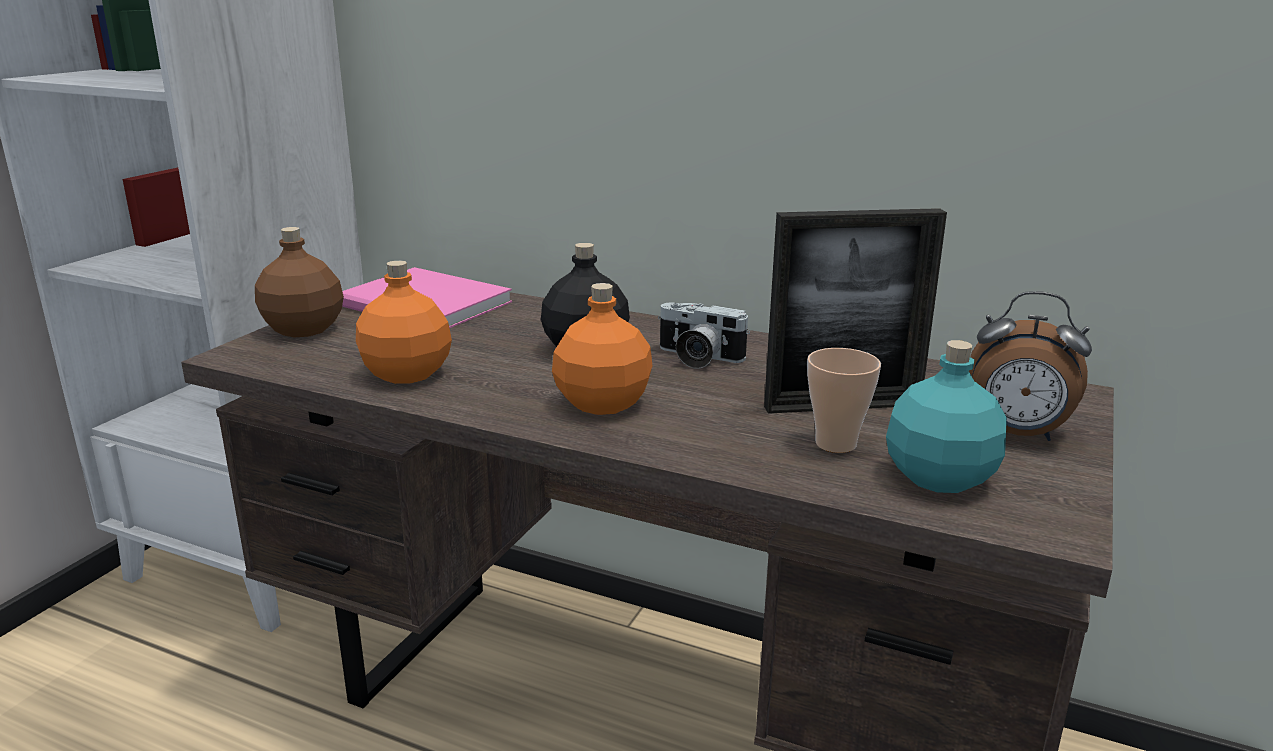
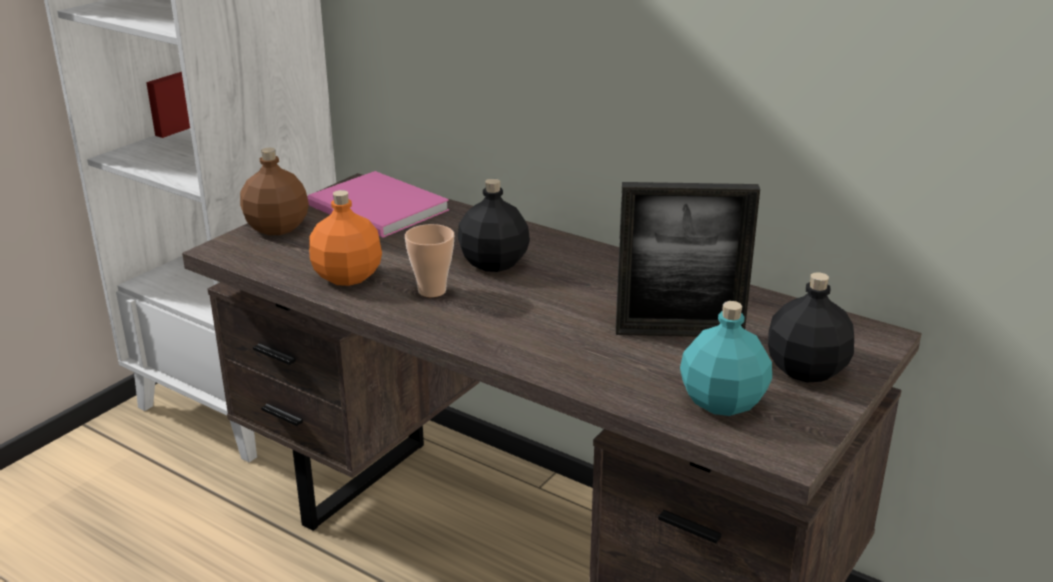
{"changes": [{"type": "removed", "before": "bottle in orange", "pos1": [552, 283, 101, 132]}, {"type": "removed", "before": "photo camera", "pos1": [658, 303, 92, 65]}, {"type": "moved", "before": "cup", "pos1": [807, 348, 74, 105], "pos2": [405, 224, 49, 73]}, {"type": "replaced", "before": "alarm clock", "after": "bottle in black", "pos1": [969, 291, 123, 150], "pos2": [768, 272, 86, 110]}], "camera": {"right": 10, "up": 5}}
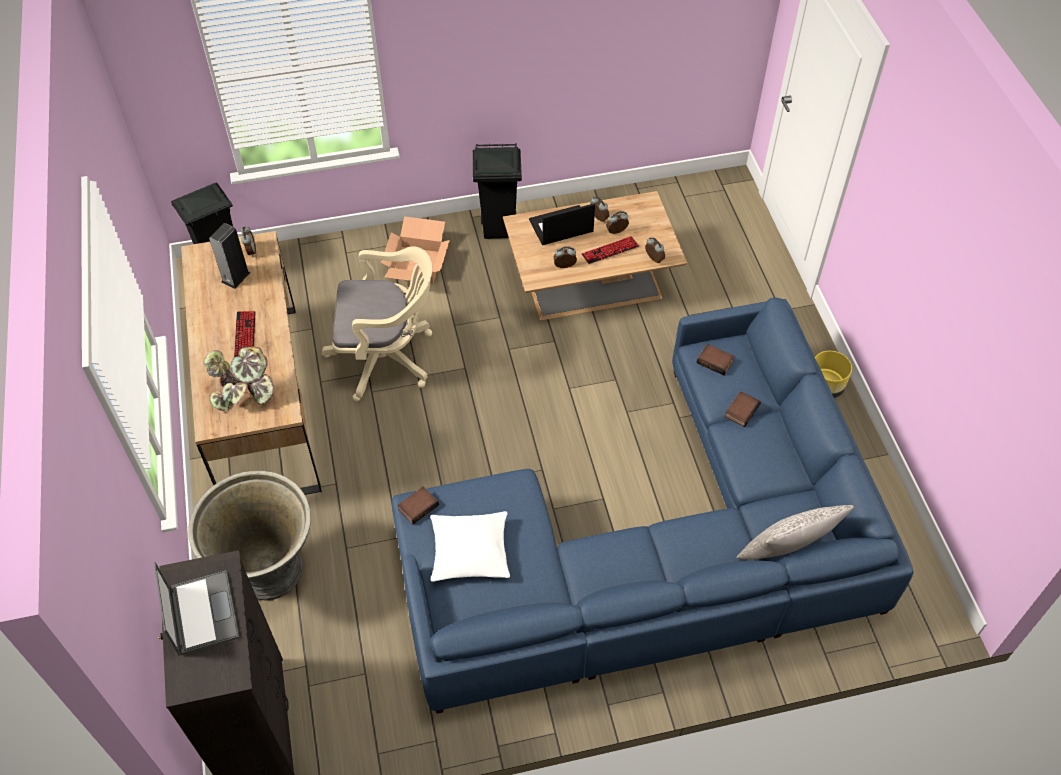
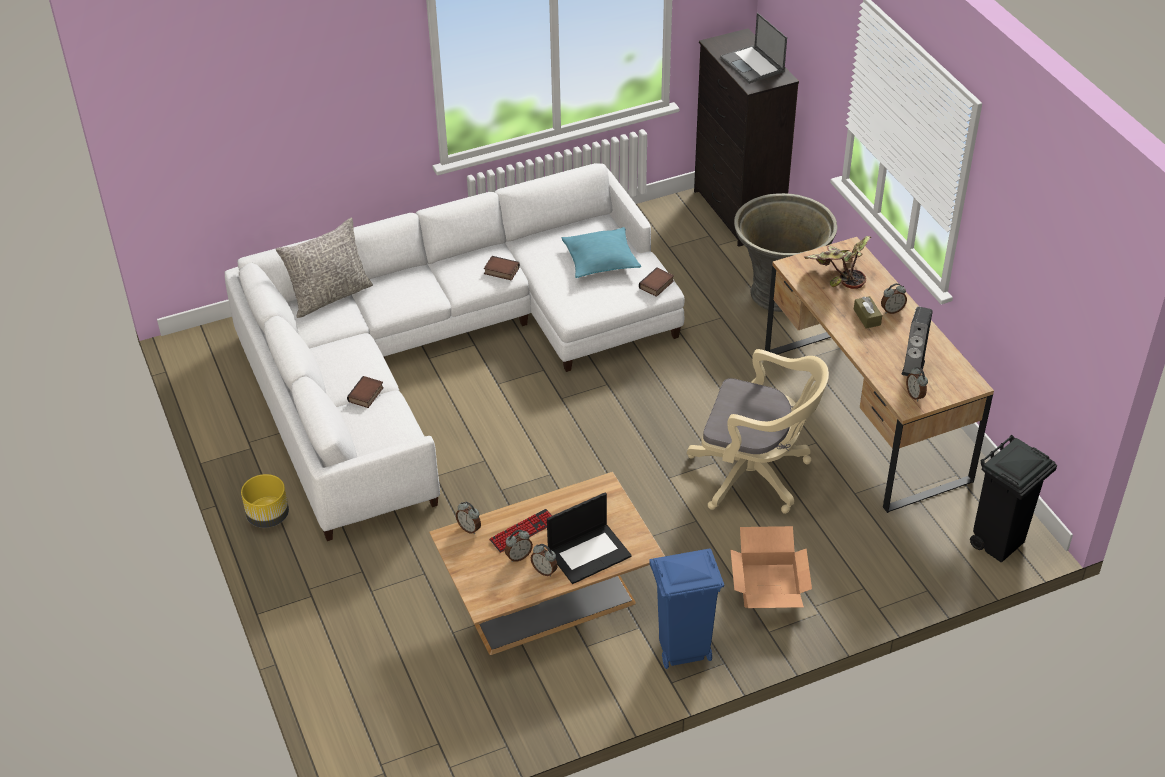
{"changes": [{"type": "replaced", "before": "keyboard", "after": "tissue box in brown", "pos1": [234, 311, 21, 46], "pos2": [854, 296, 28, 33]}, {"type": "turned", "before": "office chair in beige", "pos1": [322, 246, 110, 155], "pos2": [687, 349, 142, 165], "turn": -150}, {"type": "recoloured", "before": "sofa in blue", "after": "sofa in white", "pos1": [392, 298, 522, 416], "pos2": [225, 163, 460, 378]}, {"type": "recoloured", "before": "pillow in white", "after": "pillow in turquoise", "pos1": [430, 511, 80, 71], "pos2": [562, 227, 79, 51]}, {"type": "recoloured", "before": "trash can in black", "after": "trash can in blue", "pos1": [473, 144, 49, 95], "pos2": [649, 548, 75, 121]}, {"type": "moved", "before": "alarm clock", "pos1": [553, 246, 24, 22], "pos2": [881, 283, 26, 31]}, {"type": "moved", "before": "book", "pos1": [697, 344, 38, 32], "pos2": [484, 256, 36, 24]}], "camera": {"right": 170, "up": -10}}
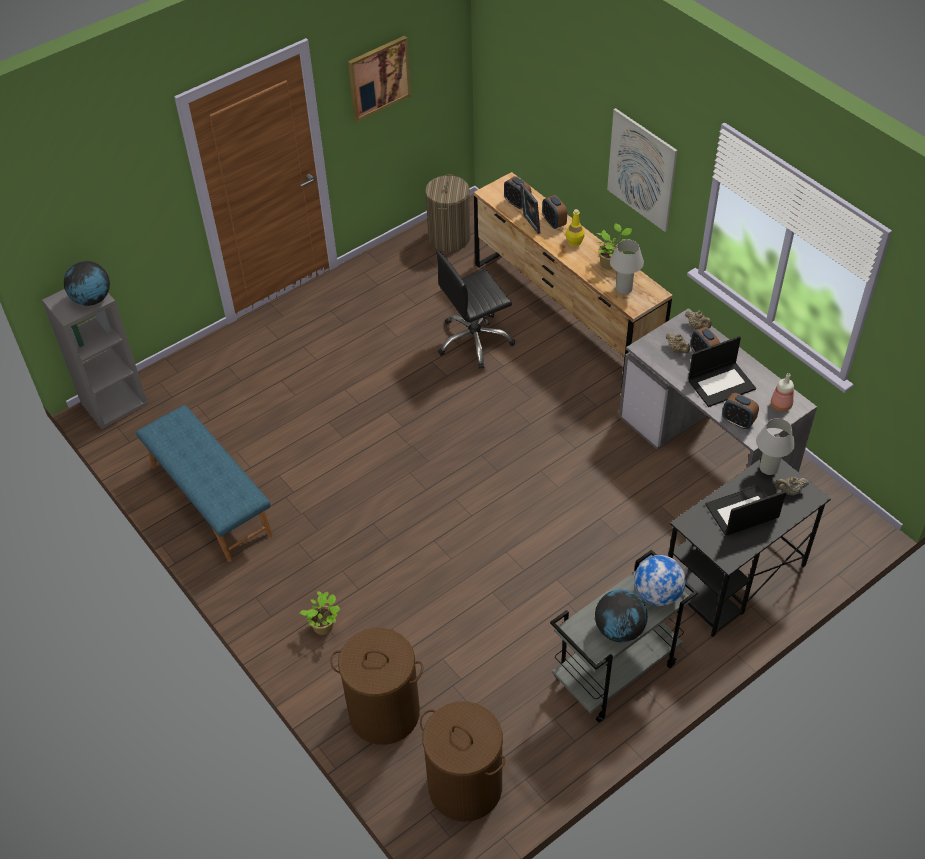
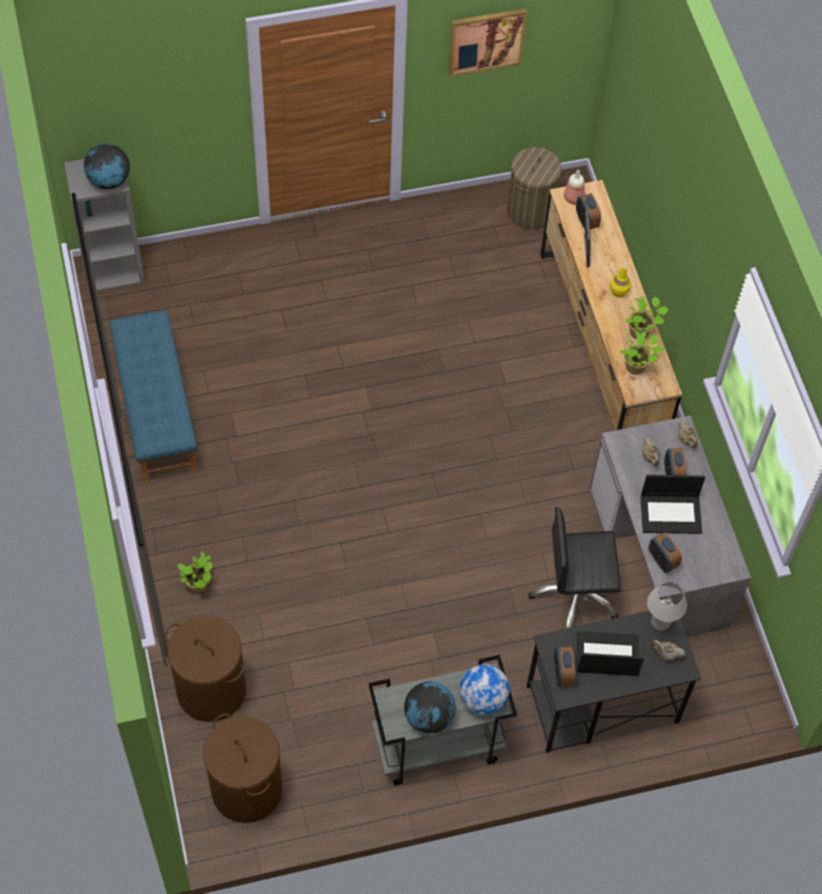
{"changes": [{"type": "moved", "before": "office chair in black", "pos1": [436, 251, 79, 118], "pos2": [528, 507, 93, 122]}, {"type": "moved", "before": "alarm clock", "pos1": [542, 195, 25, 34], "pos2": [554, 646, 22, 40]}, {"type": "removed", "before": "picture", "pos1": [607, 108, 70, 124]}, {"type": "replaced", "before": "table lamp in white", "after": "potted plant", "pos1": [610, 240, 34, 54], "pos2": [619, 331, 45, 44]}, {"type": "moved", "before": "bottle", "pos1": [771, 373, 23, 38], "pos2": [564, 169, 21, 35]}], "camera": {"right": 20, "up": 10}}
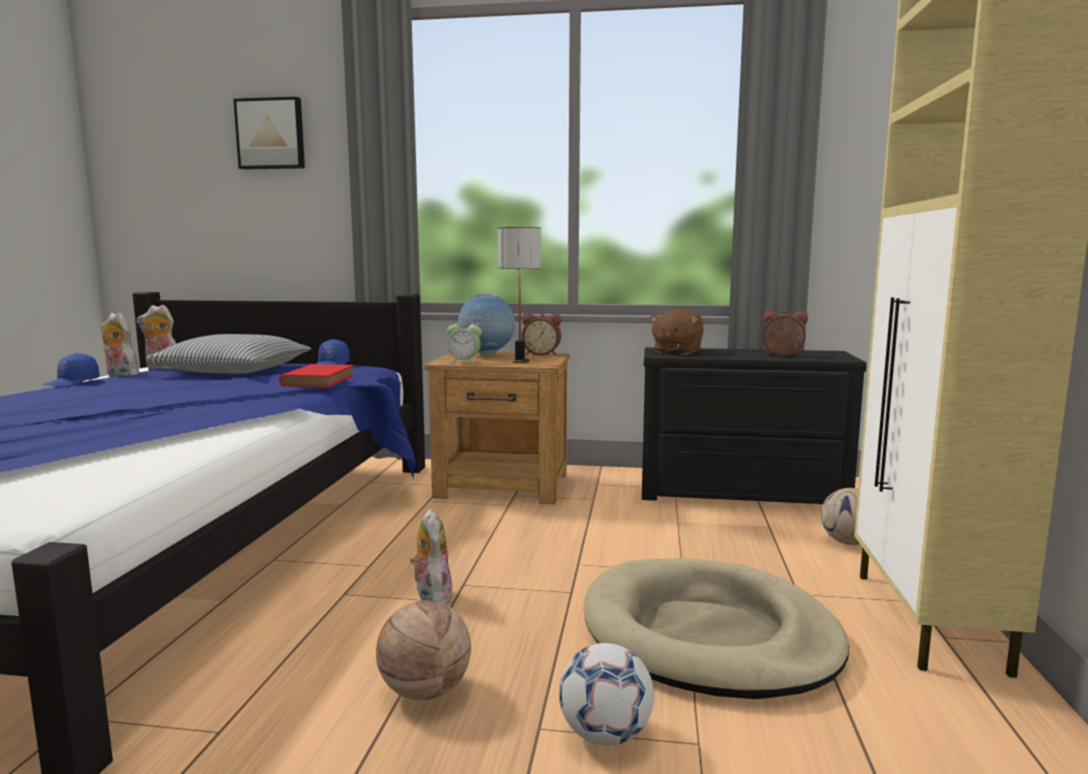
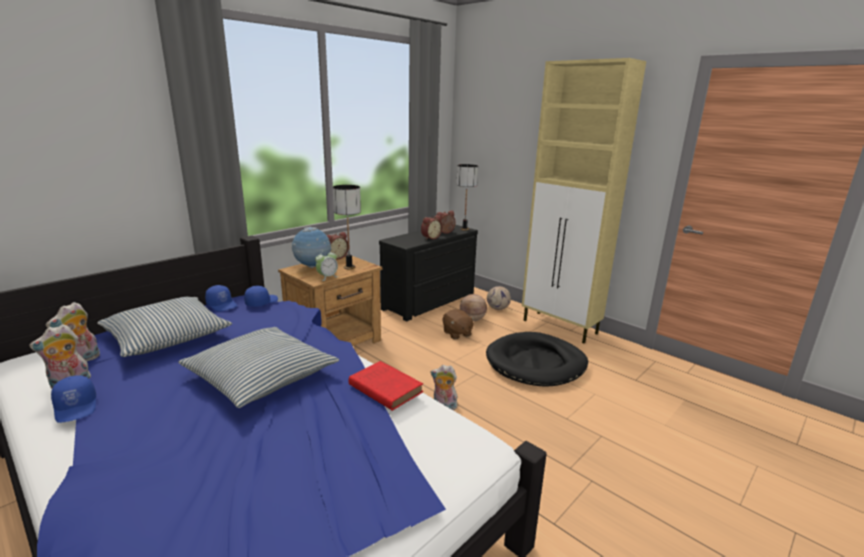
{"changes": [{"type": "removed", "before": "picture", "pos1": [233, 97, 72, 73]}, {"type": "moved", "before": "book in red", "pos1": [280, 364, 74, 24], "pos2": [349, 361, 74, 50]}, {"type": "moved", "before": "basketball", "pos1": [376, 600, 95, 100], "pos2": [460, 294, 27, 27]}, {"type": "removed", "before": "football", "pos1": [559, 643, 95, 103]}, {"type": "recoloured", "before": "dog bed in beige", "after": "dog bed in black", "pos1": [584, 558, 265, 141], "pos2": [486, 332, 102, 55]}, {"type": "moved", "before": "plush toy in brown", "pos1": [650, 309, 54, 46], "pos2": [443, 309, 32, 31]}, {"type": "added", "after": "pillow", "pos2": [178, 327, 161, 81]}, {"type": "added", "after": "cap in blue", "pos2": [244, 286, 34, 21]}, {"type": "added", "after": "alarm clock", "pos2": [421, 215, 21, 25]}, {"type": "added", "after": "table lamp", "pos2": [457, 164, 21, 67]}], "camera": {"right": -55, "up": 10}}
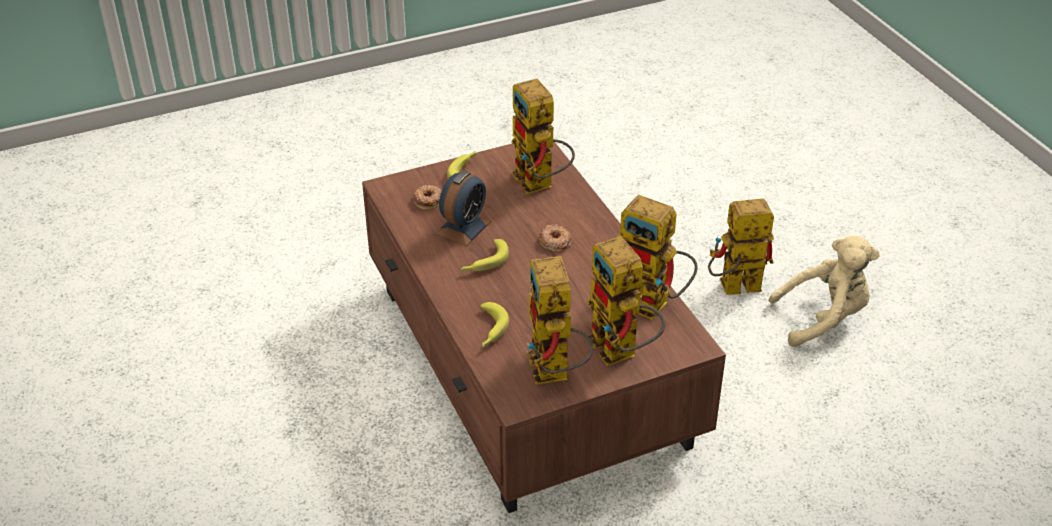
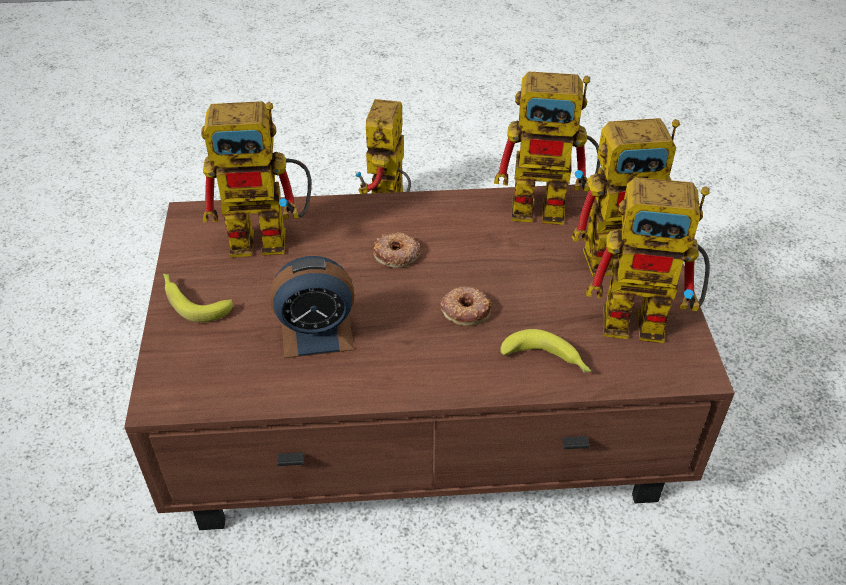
{"changes": [{"type": "moved", "before": "donut", "pos1": [413, 185, 29, 25], "pos2": [440, 286, 51, 40]}, {"type": "turned", "before": "alarm clock", "pos1": [436, 170, 55, 76], "pos2": [270, 256, 84, 102], "turn": 120}, {"type": "removed", "before": "banana", "pos1": [461, 239, 48, 32]}, {"type": "turned", "before": "toy robot", "pos1": [617, 195, 81, 125], "pos2": [494, 72, 106, 153], "turn": 45}, {"type": "removed", "before": "plush toy in beige", "pos1": [768, 236, 111, 111]}], "camera": {"right": -70, "up": 5}}
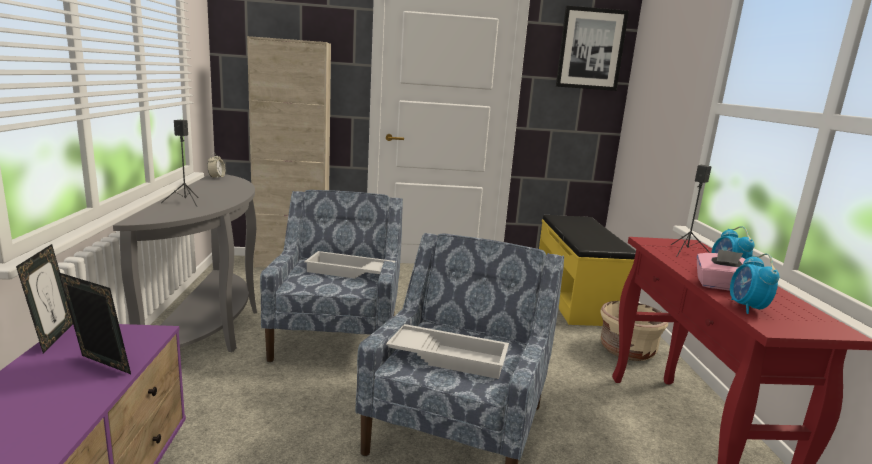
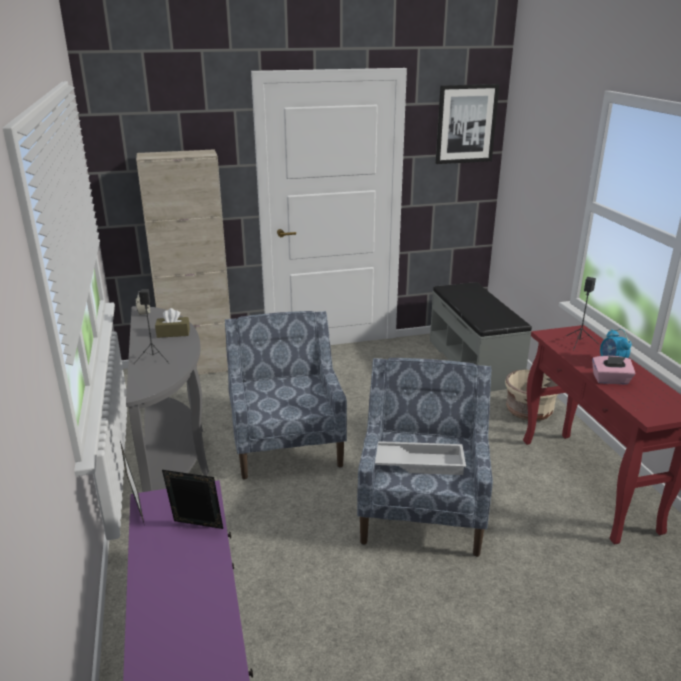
{"changes": [{"type": "removed", "before": "tray in white", "pos1": [304, 251, 91, 28]}, {"type": "recoloured", "before": "bench in yellow", "after": "bench in grey", "pos1": [539, 215, 97, 111], "pos2": [430, 282, 102, 109]}, {"type": "removed", "before": "alarm clock", "pos1": [730, 254, 50, 60]}, {"type": "added", "after": "tissue box in brown", "pos2": [155, 308, 35, 30]}], "camera": {"right": -10, "up": 10}}
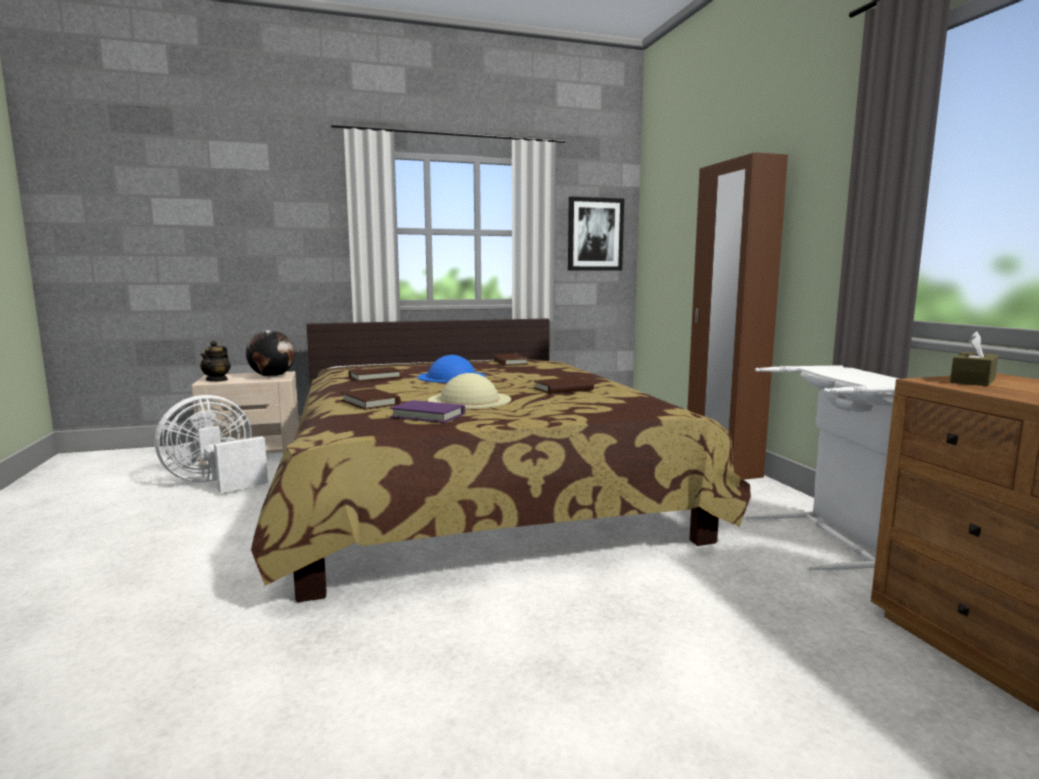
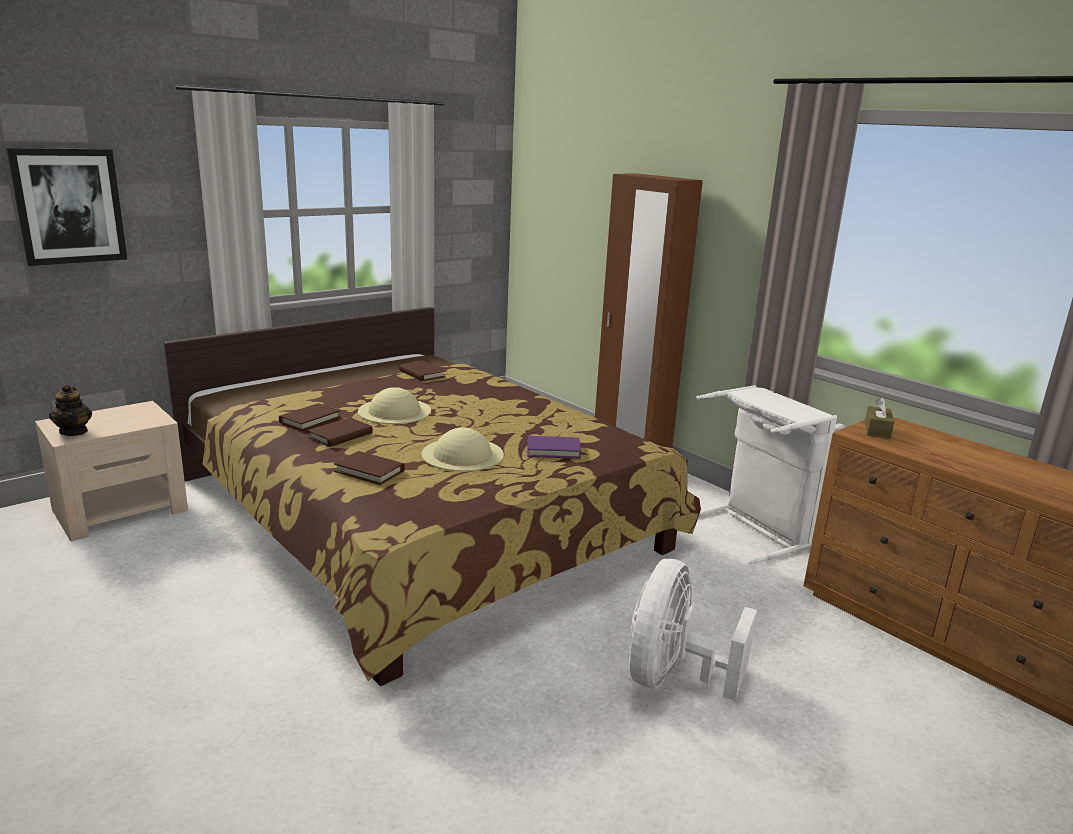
{"changes": [{"type": "moved", "before": "fan in white", "pos1": [155, 395, 113, 98], "pos2": [628, 559, 129, 142]}, {"type": "removed", "before": "globe", "pos1": [246, 330, 49, 47]}, {"type": "moved", "before": "book in purple", "pos1": [390, 400, 75, 23], "pos2": [527, 436, 54, 23]}, {"type": "recoloured", "before": "hat in blue", "after": "hat in beige", "pos1": [418, 355, 68, 28], "pos2": [358, 387, 73, 37]}, {"type": "moved", "before": "book in brown", "pos1": [533, 377, 61, 17], "pos2": [308, 417, 65, 30]}, {"type": "moved", "before": "picture", "pos1": [568, 197, 56, 74], "pos2": [6, 148, 121, 118]}], "camera": {"right": -25, "up": 10}}
